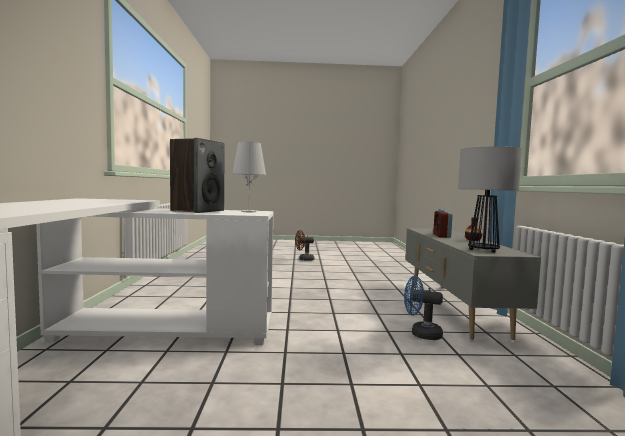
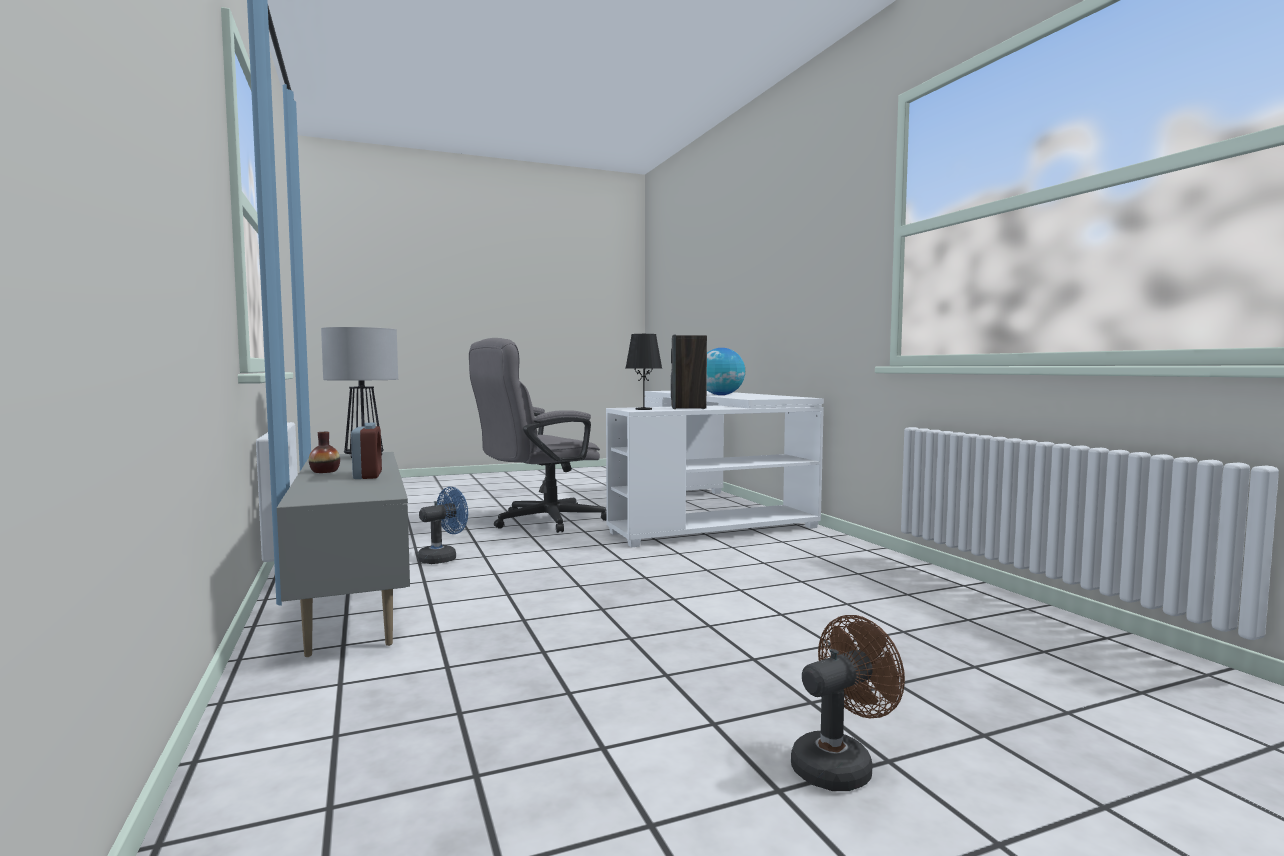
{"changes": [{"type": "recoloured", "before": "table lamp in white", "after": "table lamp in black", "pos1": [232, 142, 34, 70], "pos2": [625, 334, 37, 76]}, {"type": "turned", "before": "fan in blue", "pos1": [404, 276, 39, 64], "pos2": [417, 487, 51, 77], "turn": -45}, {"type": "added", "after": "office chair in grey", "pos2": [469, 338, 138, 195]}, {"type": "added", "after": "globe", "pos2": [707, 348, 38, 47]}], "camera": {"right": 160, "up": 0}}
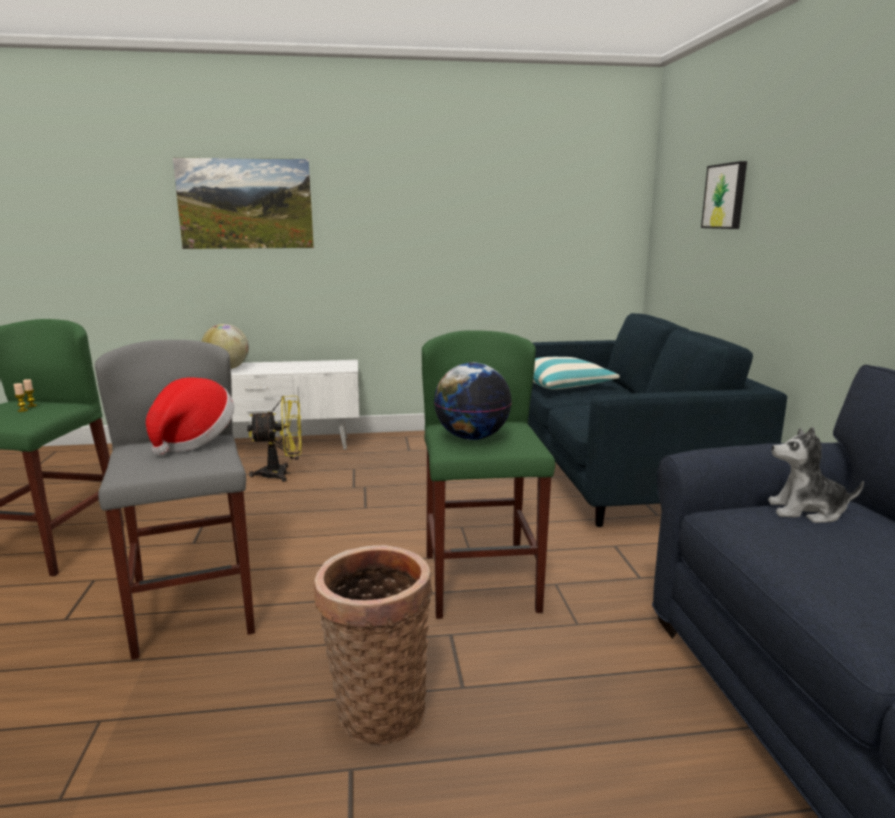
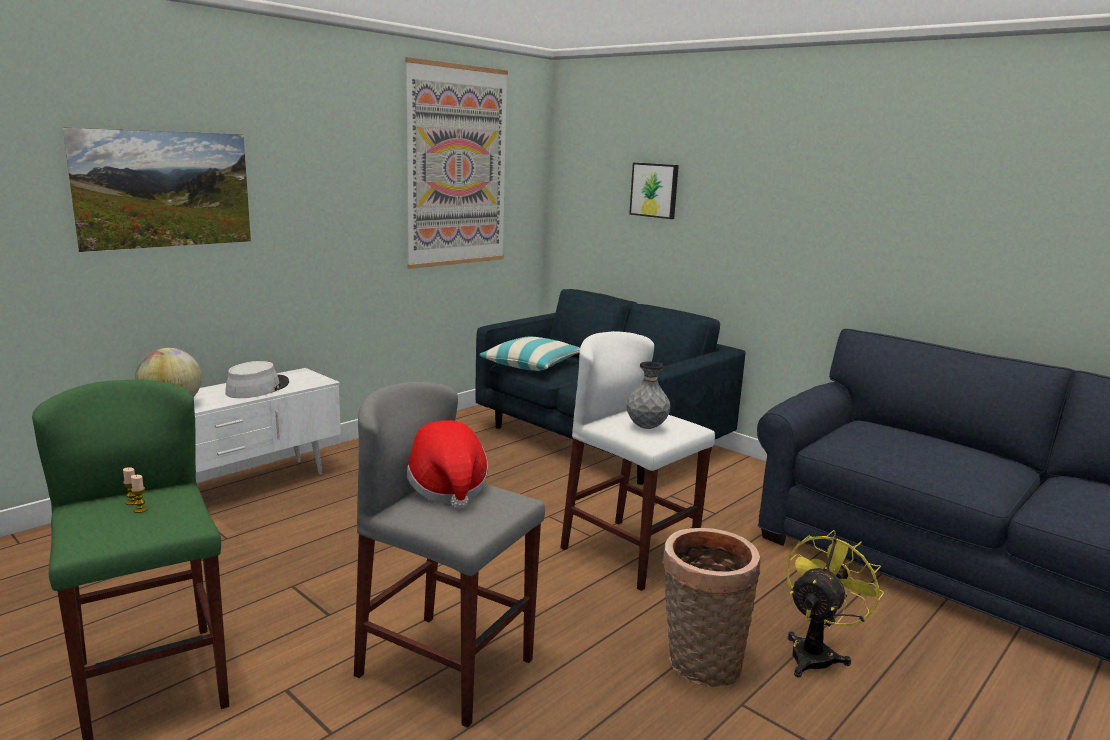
{"changes": [{"type": "moved", "before": "fan in yellow", "pos1": [247, 396, 55, 86], "pos2": [786, 530, 98, 147]}, {"type": "recoloured", "before": "stool in green", "after": "stool in white", "pos1": [422, 330, 133, 289], "pos2": [560, 331, 155, 260]}, {"type": "replaced", "before": "globe", "after": "vase in grey", "pos1": [434, 362, 78, 78], "pos2": [626, 361, 45, 68]}, {"type": "removed", "before": "plush toy", "pos1": [768, 427, 96, 96]}, {"type": "added", "after": "hat in grey", "pos2": [225, 361, 64, 37]}, {"type": "added", "after": "picture", "pos2": [405, 57, 103, 212]}], "camera": {"right": -40, "up": 0}}
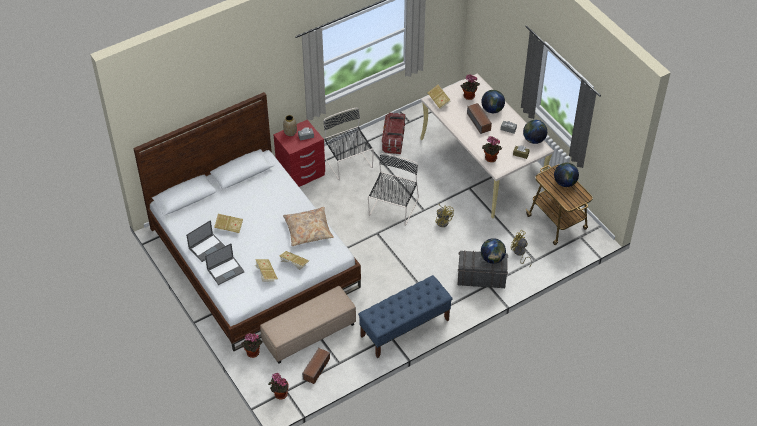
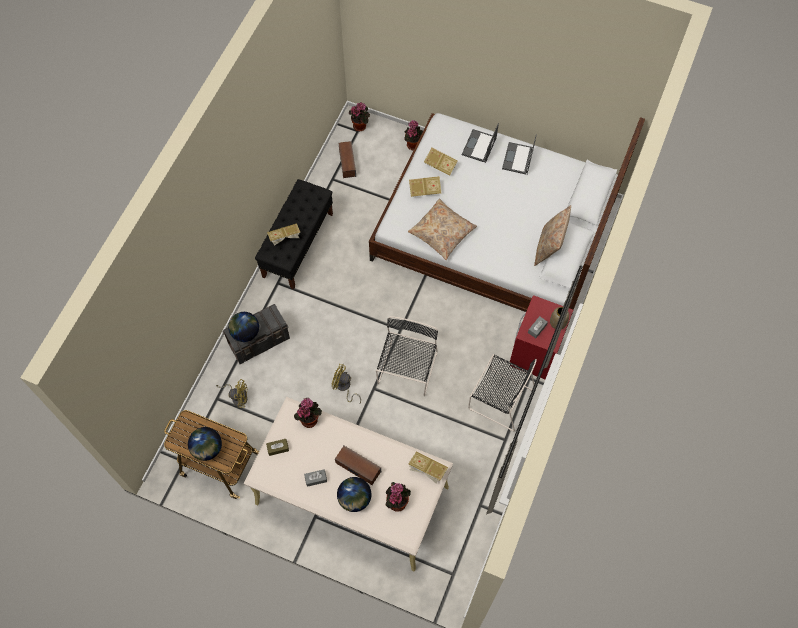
{"changes": [{"type": "moved", "before": "book", "pos1": [214, 214, 29, 20], "pos2": [267, 224, 33, 22]}, {"type": "removed", "before": "ottoman in beige", "pos1": [260, 286, 96, 78]}, {"type": "recoloured", "before": "bench in blue", "after": "bench in black", "pos1": [358, 275, 95, 83], "pos2": [255, 179, 78, 111]}, {"type": "turned", "before": "chair in black", "pos1": [368, 153, 51, 73], "pos2": [376, 316, 62, 80], "turn": -150}, {"type": "removed", "before": "storage box", "pos1": [382, 112, 23, 42]}, {"type": "removed", "before": "globe", "pos1": [523, 120, 24, 24]}, {"type": "added", "after": "pillow in beige", "pos2": [534, 205, 37, 61]}], "camera": {"right": 145, "up": 15}}
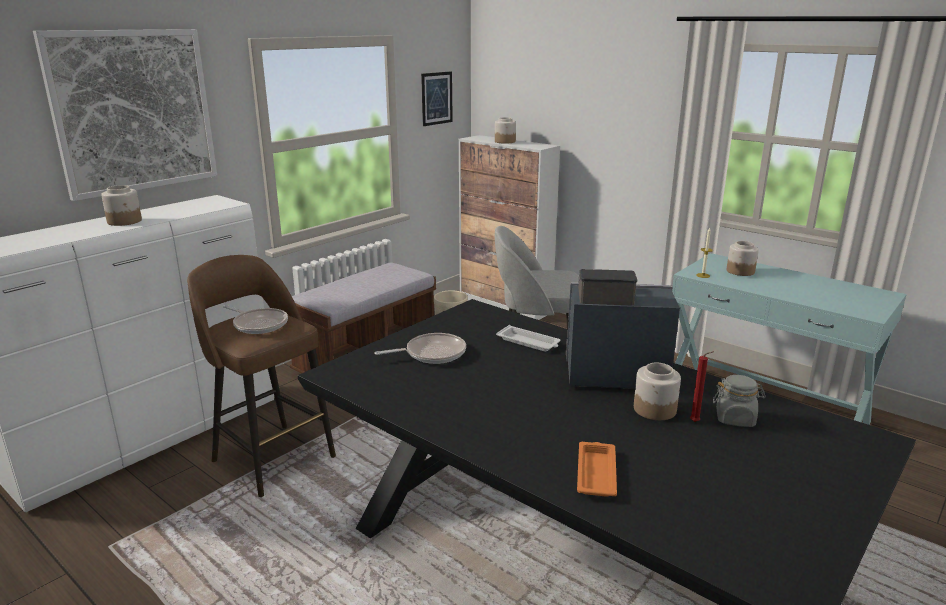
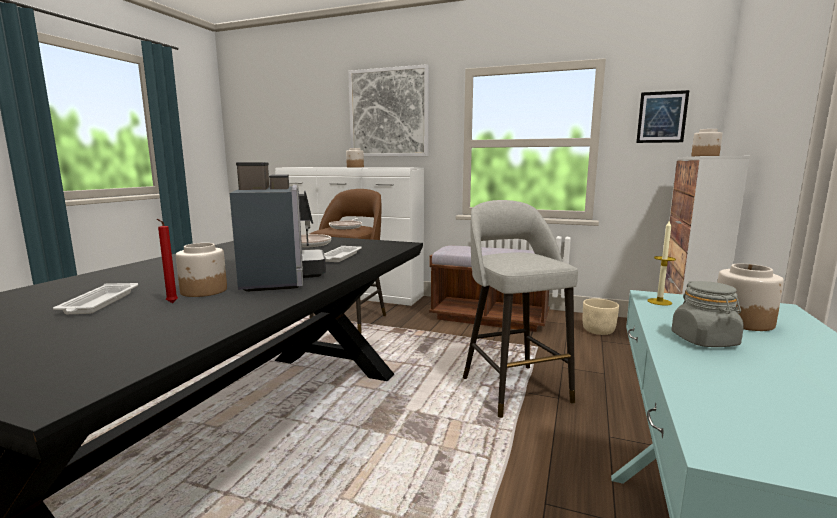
{"changes": [{"type": "removed", "before": "tray in orange", "pos1": [577, 442, 40, 55]}, {"type": "moved", "before": "jar in grey", "pos1": [713, 375, 53, 52], "pos2": [671, 281, 73, 66]}, {"type": "added", "after": "tray in white", "pos2": [53, 283, 85, 31]}], "camera": {"right": 70, "up": -10}}
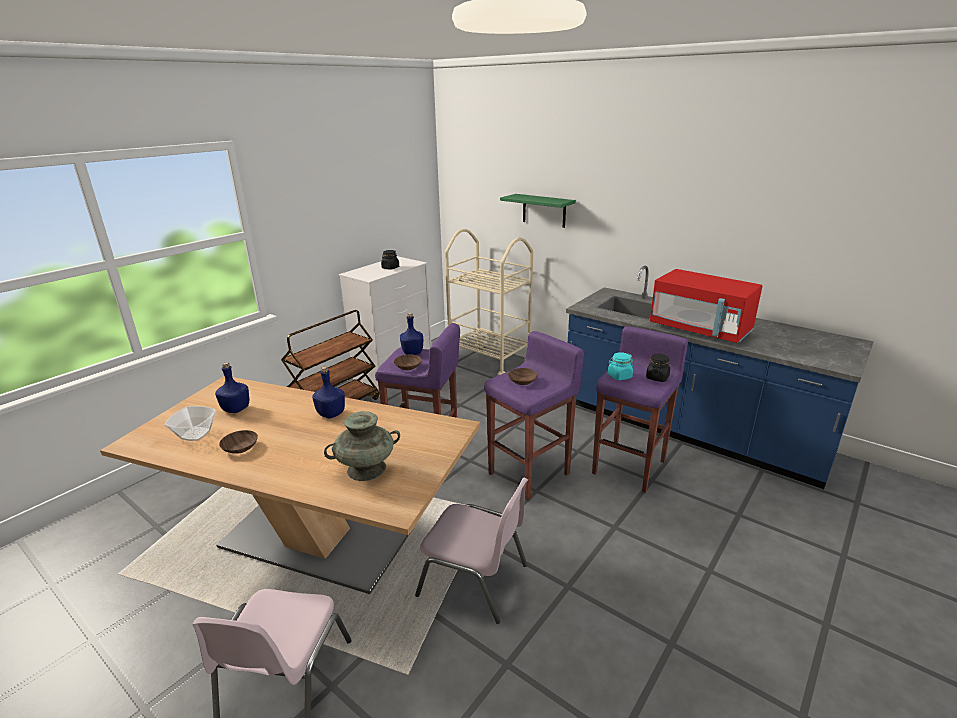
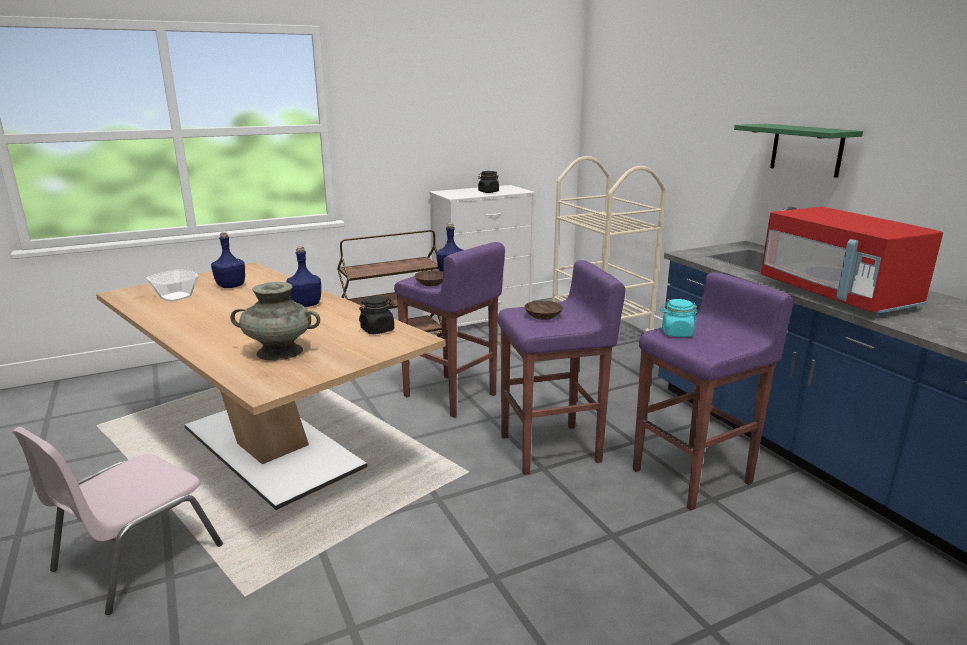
{"changes": [{"type": "removed", "before": "bowl in brown", "pos1": [219, 430, 39, 24]}, {"type": "removed", "before": "chair in pink", "pos1": [415, 478, 113, 146]}, {"type": "moved", "before": "shelf in green", "pos1": [500, 194, 76, 34], "pos2": [734, 124, 129, 54]}, {"type": "moved", "before": "jar in black", "pos1": [646, 354, 24, 28], "pos2": [359, 296, 36, 38]}], "camera": {"right": 25, "up": -5}}
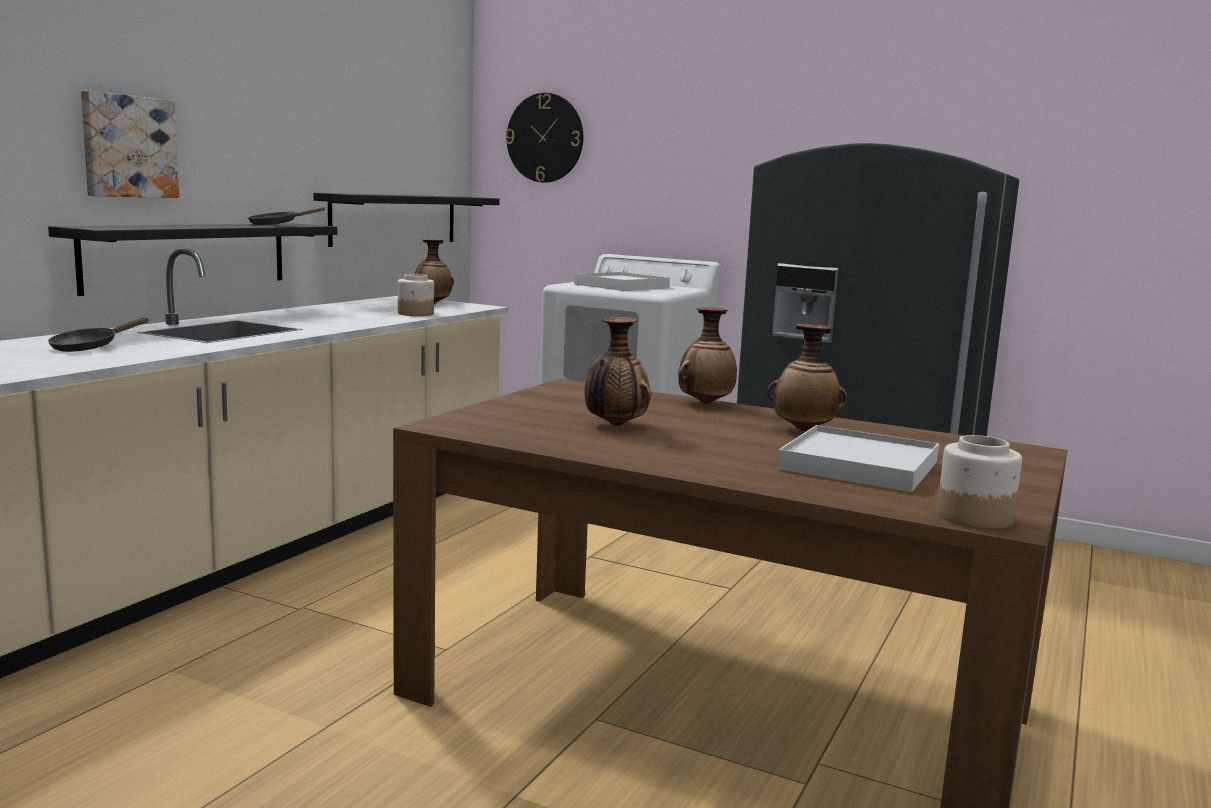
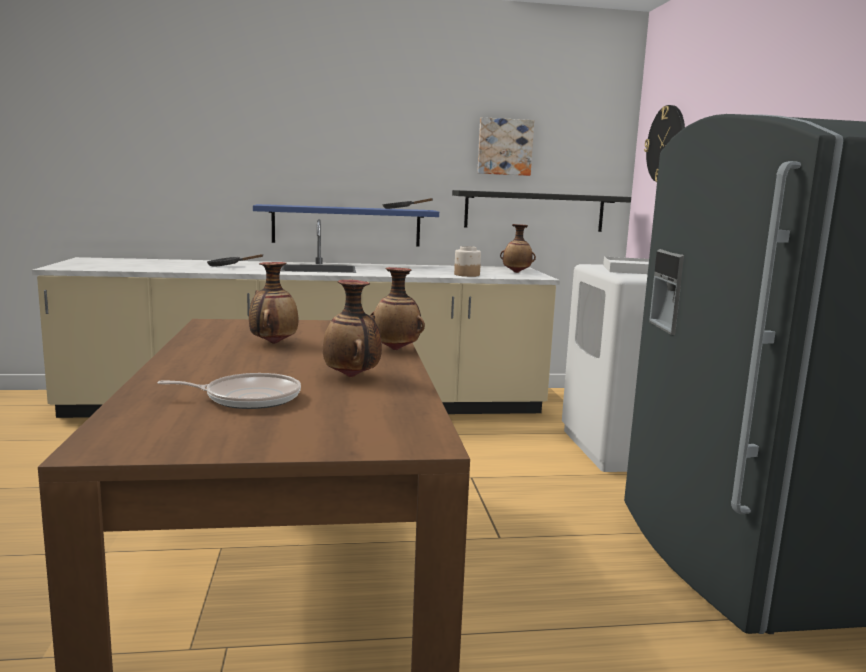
{"changes": [{"type": "recoloured", "before": "shelf in black", "after": "shelf in blue", "pos1": [48, 224, 289, 72], "pos2": [253, 204, 186, 43]}, {"type": "moved", "before": "picture", "pos1": [81, 91, 98, 107], "pos2": [477, 117, 57, 59]}, {"type": "replaced", "before": "tray in white", "after": "frying pan", "pos1": [777, 425, 162, 67], "pos2": [158, 373, 143, 36]}, {"type": "removed", "before": "jar", "pos1": [937, 435, 85, 94]}], "camera": {"right": 55, "up": 0}}
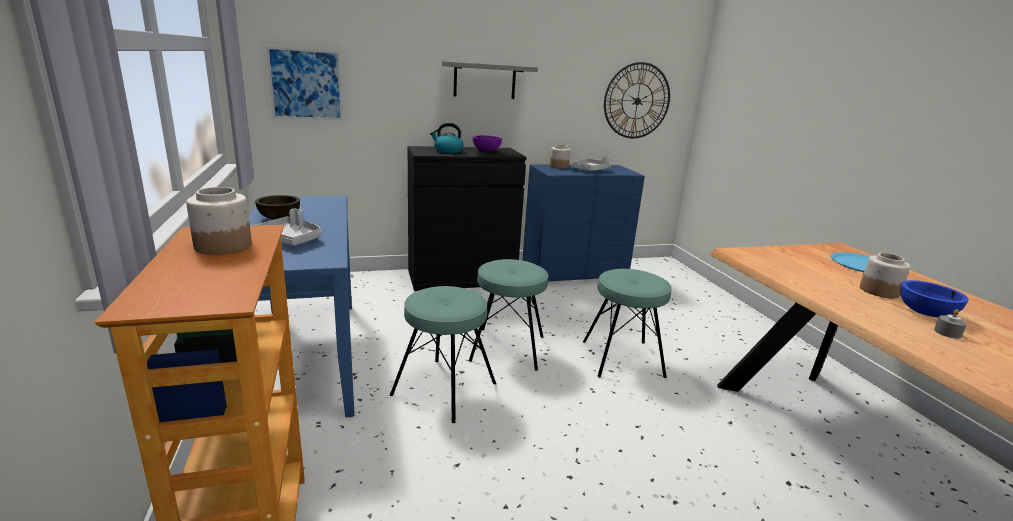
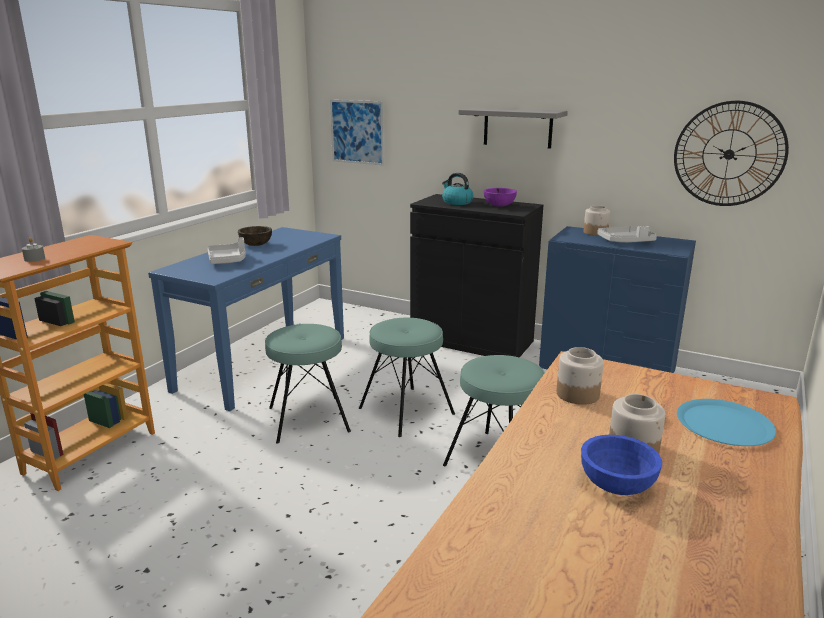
{"changes": [{"type": "moved", "before": "jar", "pos1": [186, 187, 66, 68], "pos2": [556, 347, 48, 58]}, {"type": "moved", "before": "candle in grey", "pos1": [934, 309, 33, 30], "pos2": [22, 238, 23, 24]}], "camera": {"right": 45, "up": 0}}
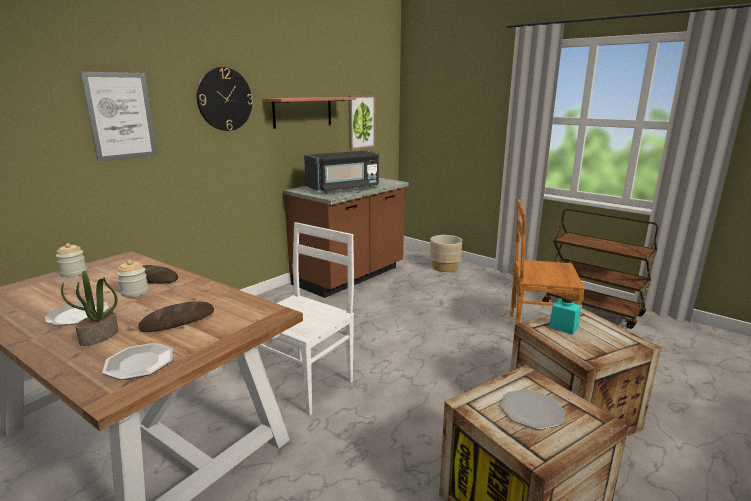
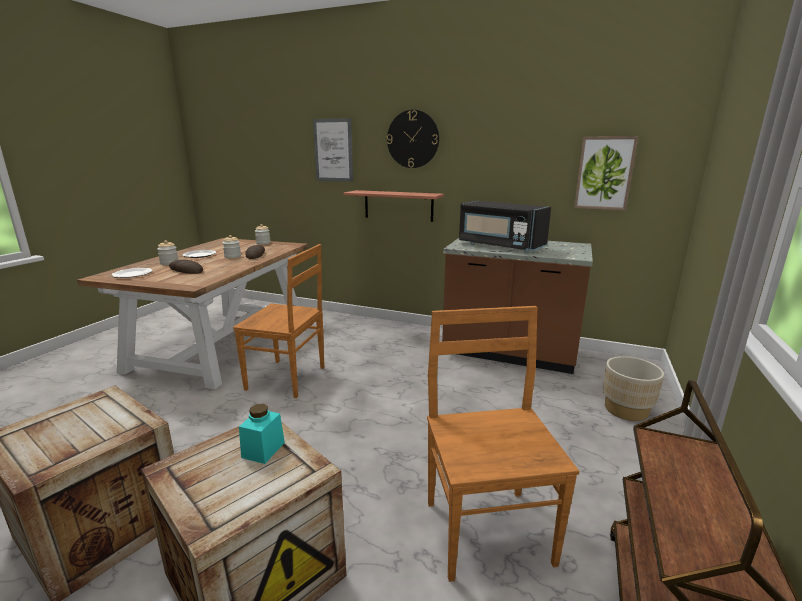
{"changes": [{"type": "replaced", "before": "potted plant", "after": "jar", "pos1": [61, 271, 58, 75], "pos2": [157, 240, 22, 25]}, {"type": "recoloured", "before": "chair in white", "after": "chair in brown", "pos1": [258, 222, 96, 194], "pos2": [233, 244, 91, 154]}, {"type": "moved", "before": "shelf", "pos1": [263, 97, 93, 32], "pos2": [343, 190, 101, 32]}, {"type": "removed", "before": "plate", "pos1": [500, 389, 65, 41]}], "camera": {"right": 70, "up": 0}}
